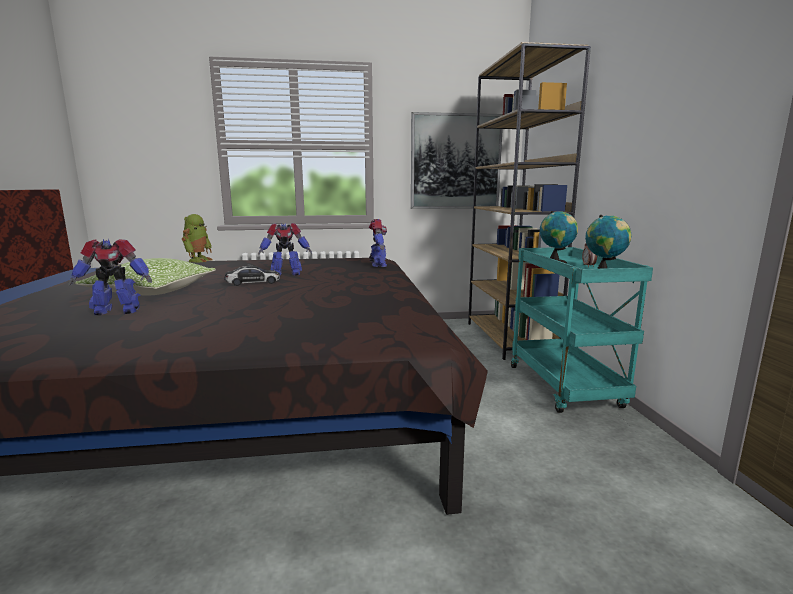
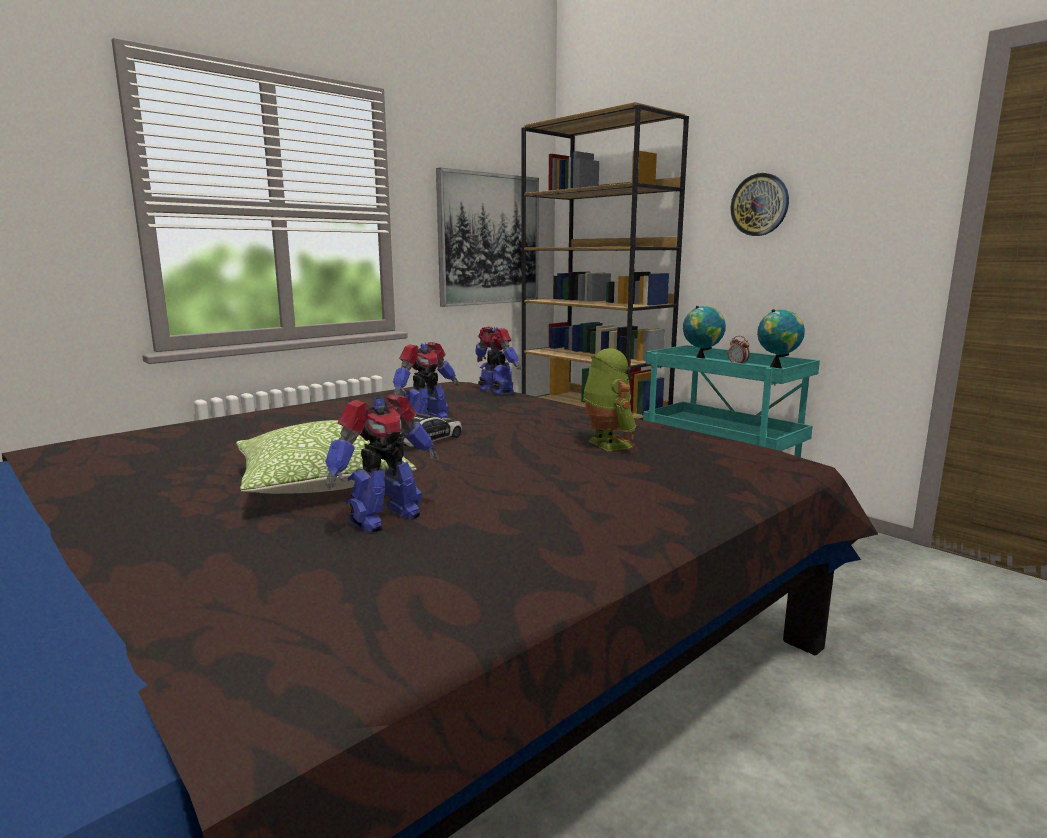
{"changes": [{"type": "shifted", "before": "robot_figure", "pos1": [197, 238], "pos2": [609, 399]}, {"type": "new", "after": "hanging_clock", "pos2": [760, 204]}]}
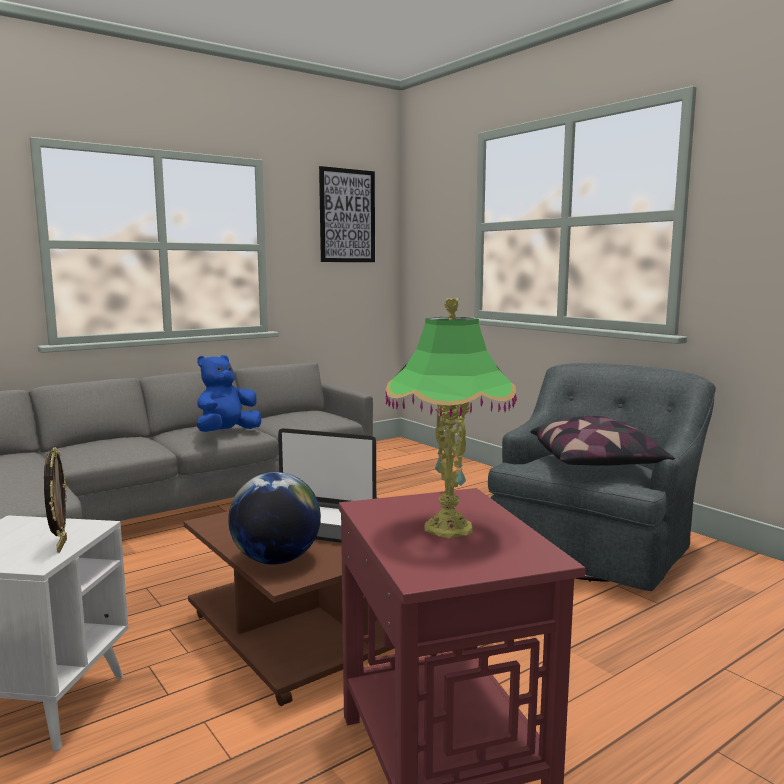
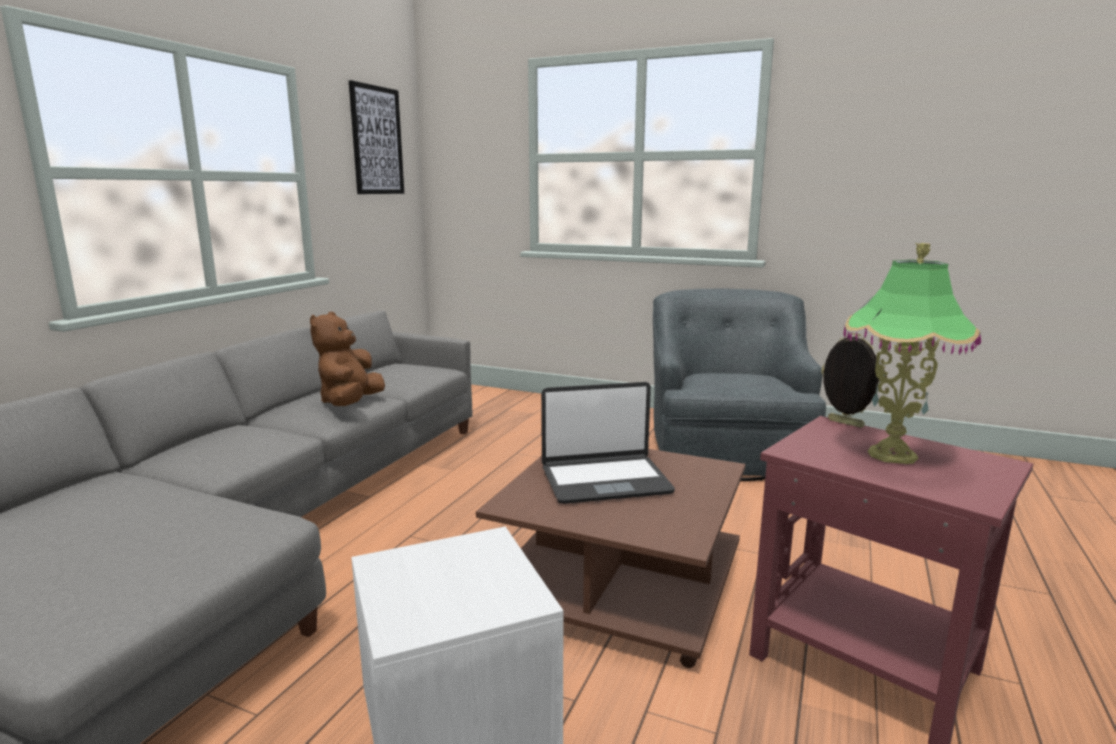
{"changes": [{"type": "repainted", "before": "blue-coloured_cuddly_toy", "after": "brown-coloured_cuddly_toy", "pos1": [229, 393], "pos2": [347, 359]}, {"type": "gone", "before": "cushion", "pos1": [602, 441]}, {"type": "shifted", "before": "picture_frame", "pos1": [55, 500], "pos2": [852, 380]}, {"type": "gone", "before": "desk_globe", "pos1": [274, 518]}]}
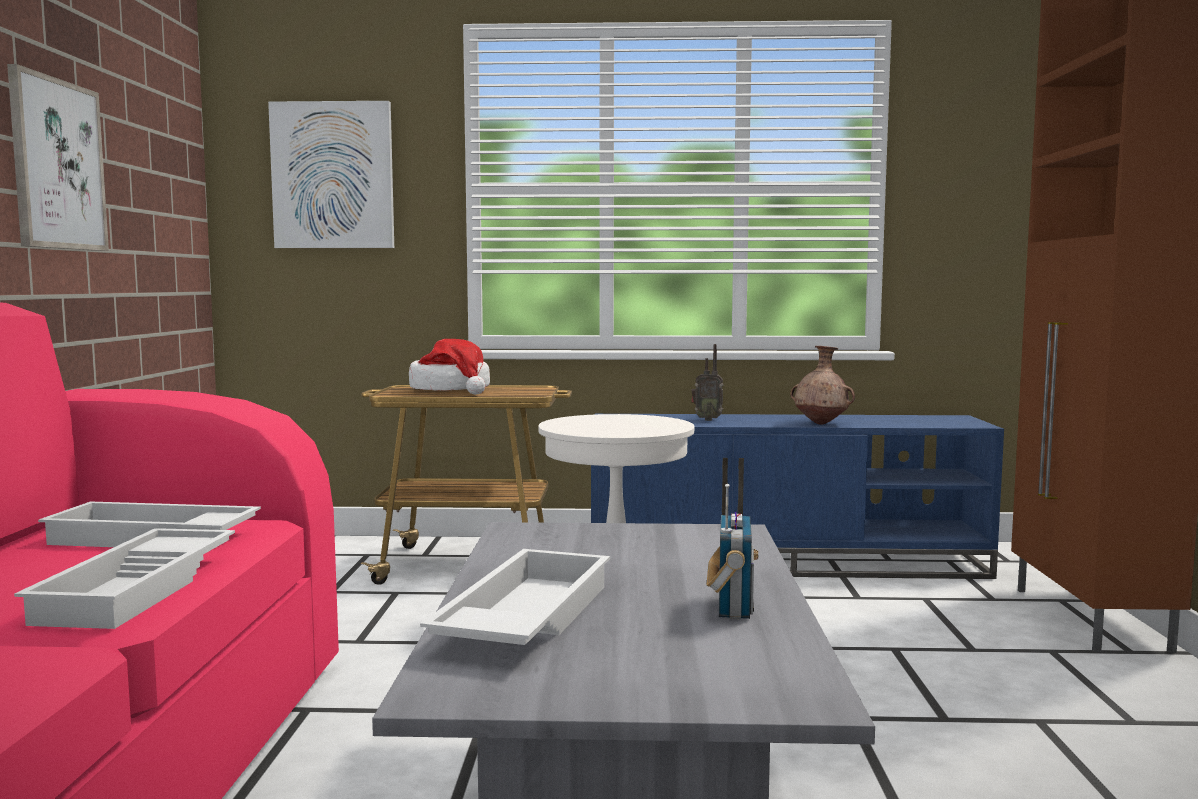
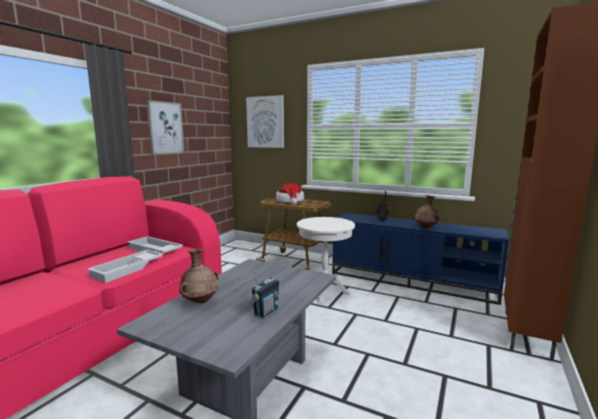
{"changes": [{"type": "swapped", "before": "whitish_serving_tray", "after": "brown-coloured_vase", "pos1": [515, 597], "pos2": [198, 276]}]}
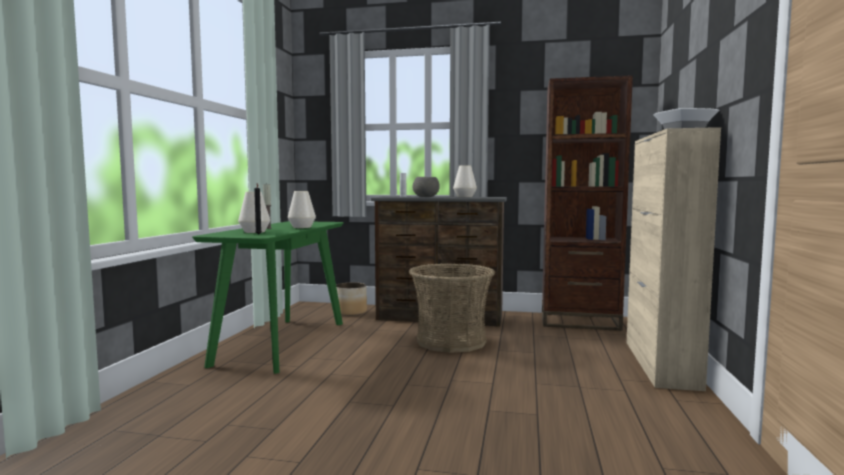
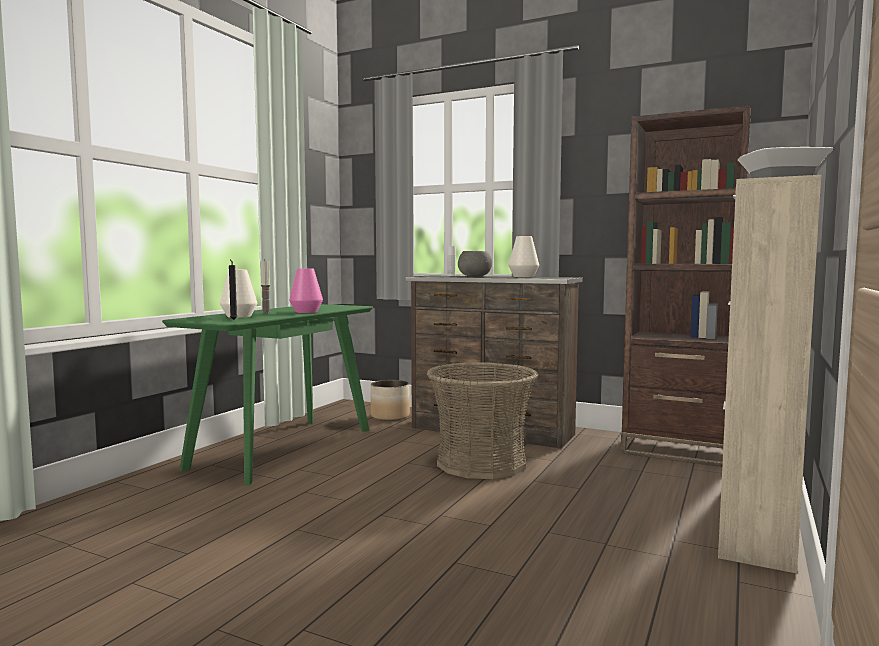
{"changes": [{"type": "repainted", "before": "whitish_vase", "after": "pinkish_vase", "pos1": [302, 209], "pos2": [306, 291]}]}
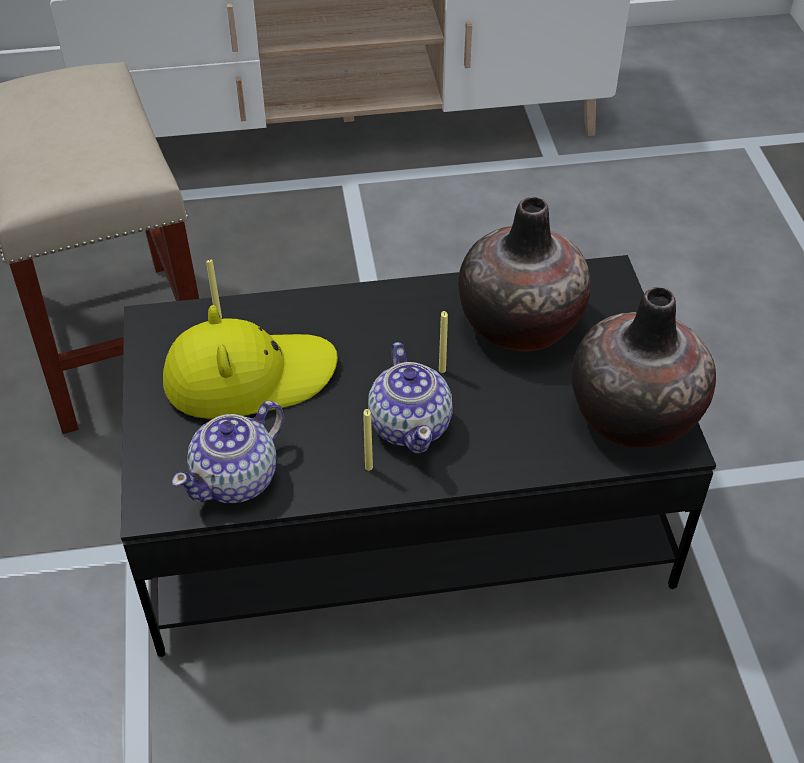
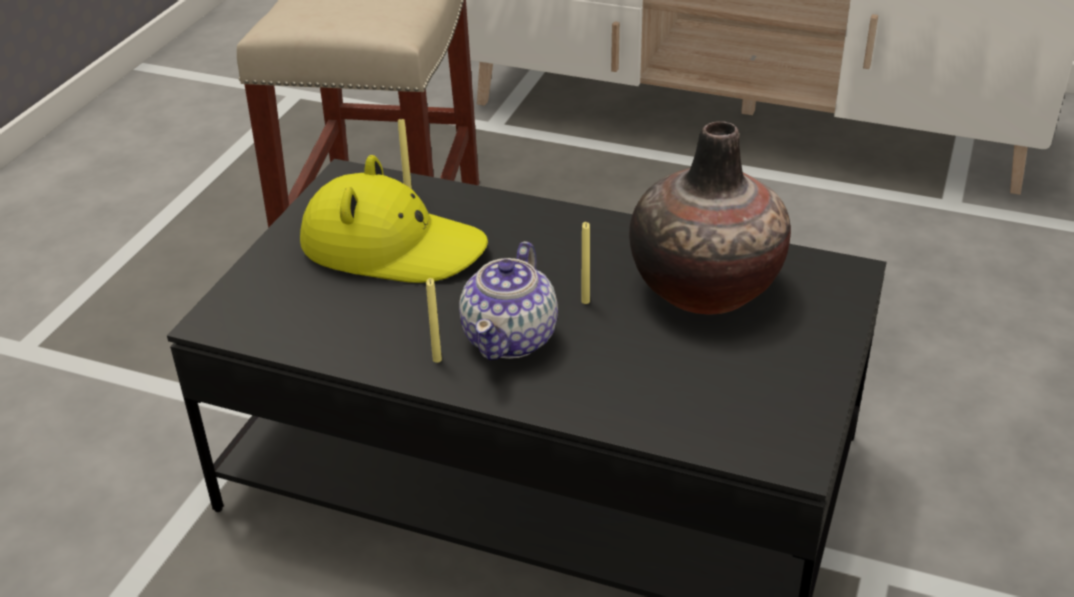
{"changes": [{"type": "gone", "before": "vase", "pos1": [643, 367]}, {"type": "gone", "before": "tea_pot", "pos1": [228, 452]}]}
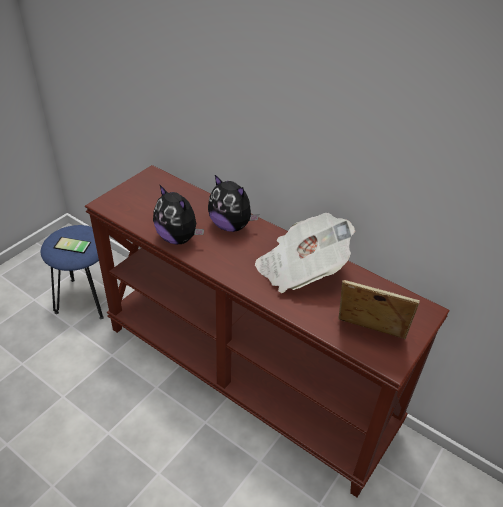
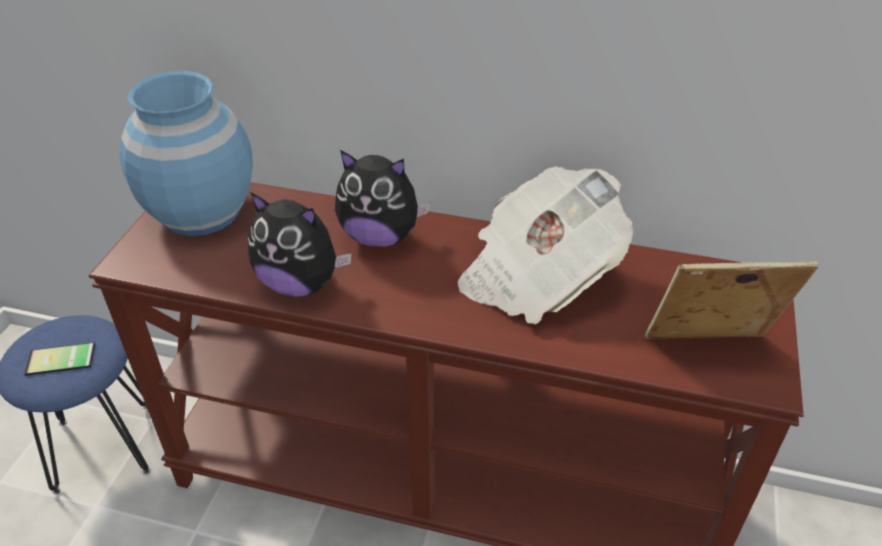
{"changes": [{"type": "new", "after": "blue-coloured_vase", "pos2": [186, 153]}]}
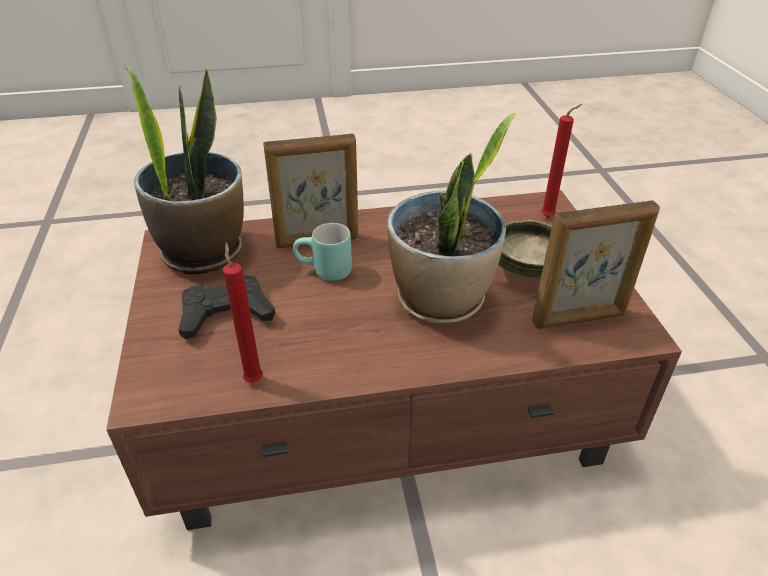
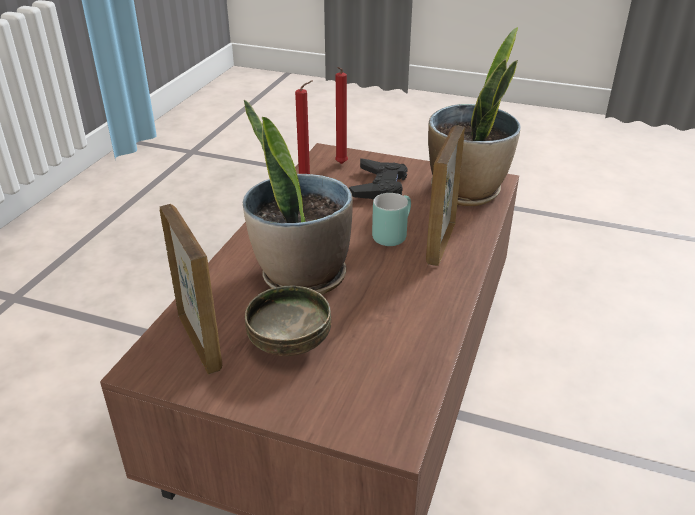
{"changes": [{"type": "shifted", "before": "reddish_candle", "pos1": [561, 160], "pos2": [341, 115]}, {"type": "rotated", "before": "picture_frame", "pos1": [596, 264], "pos2": [190, 289], "turn": 135}]}
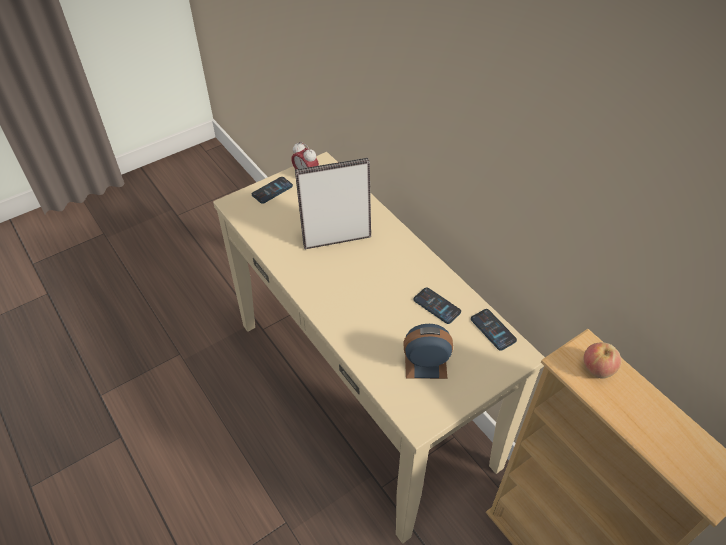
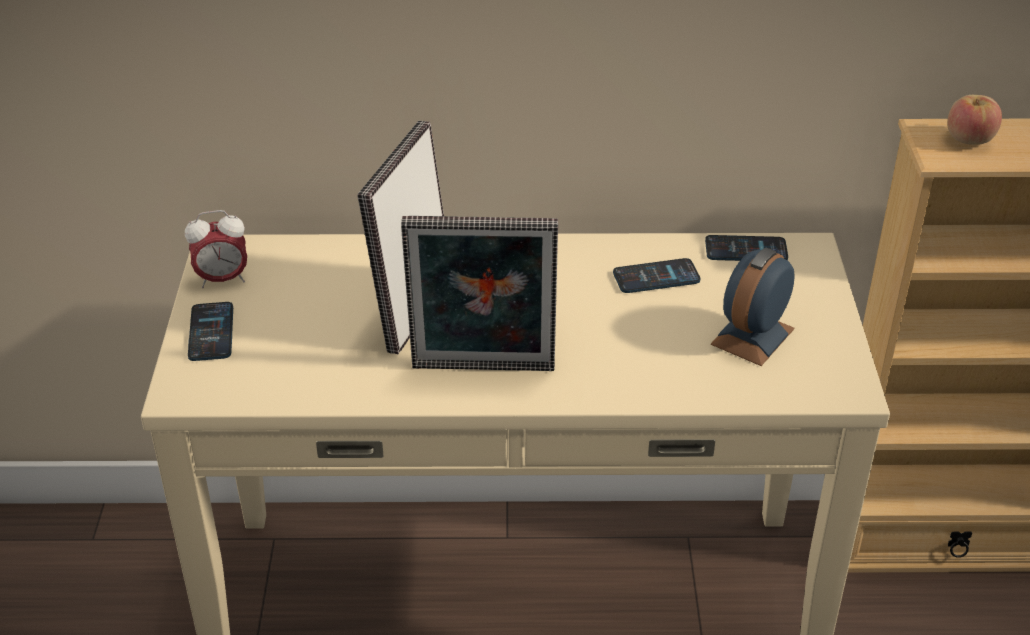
{"changes": [{"type": "new", "after": "picture_frame", "pos2": [479, 293]}]}
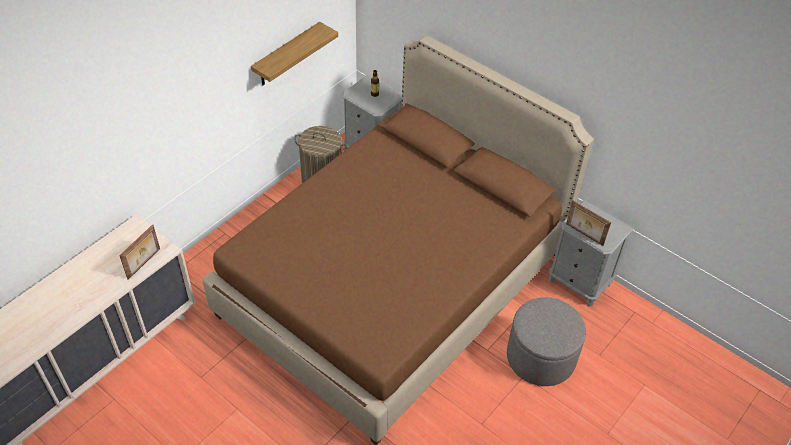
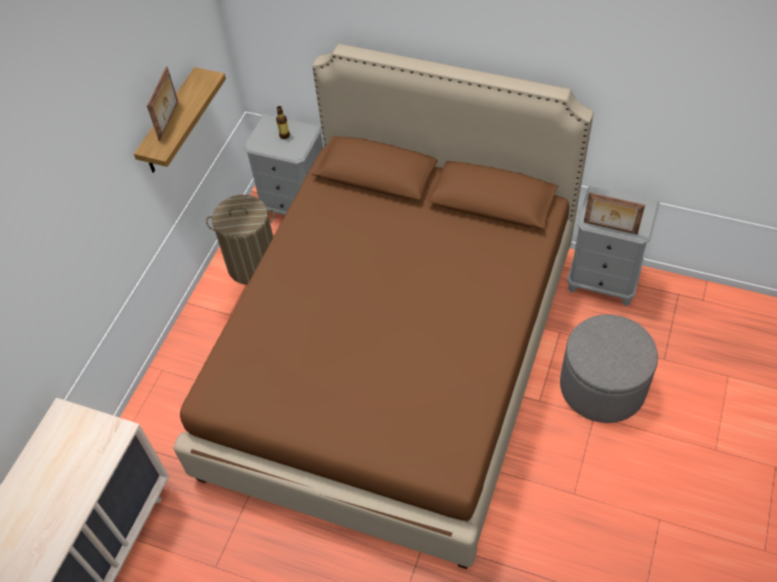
{"changes": [{"type": "shifted", "before": "picture_frame", "pos1": [139, 252], "pos2": [162, 103]}]}
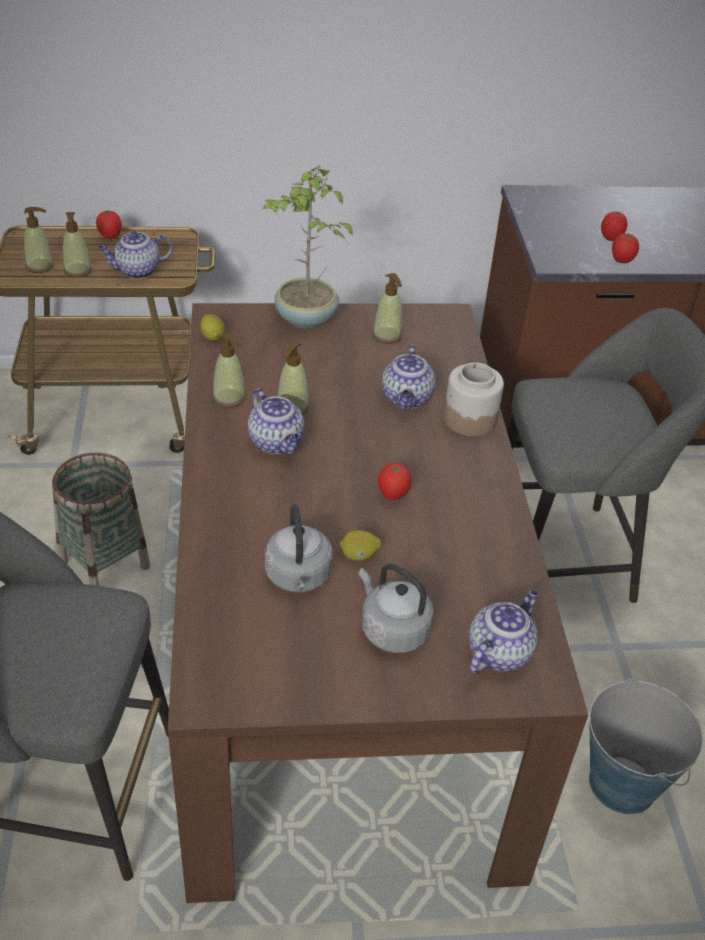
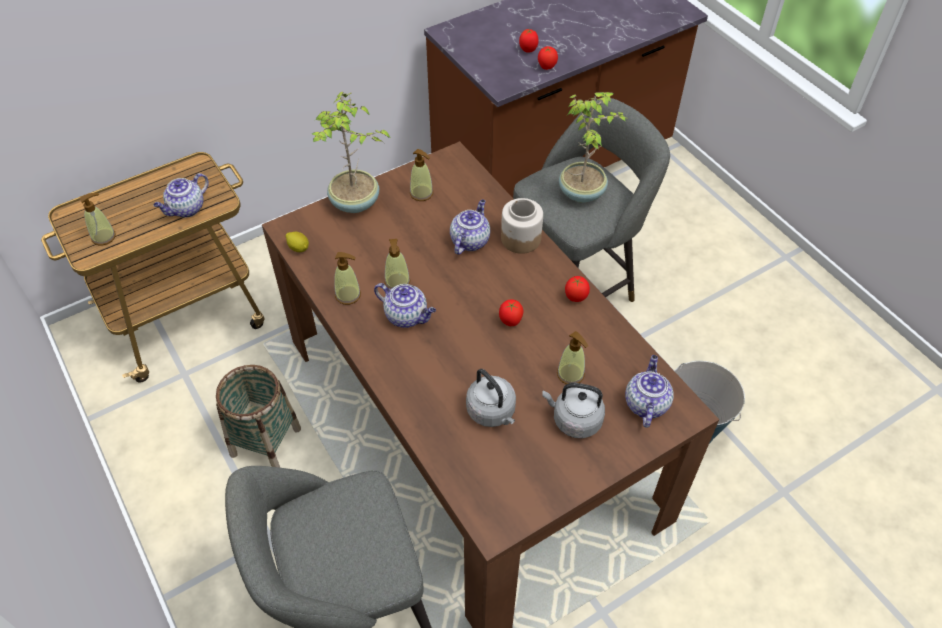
{"changes": [{"type": "shifted", "before": "whole_tomato", "pos1": [109, 224], "pos2": [577, 289]}, {"type": "shifted", "before": "soap_bottle", "pos1": [77, 245], "pos2": [572, 357]}, {"type": "rotated", "before": "tea_pot", "pos1": [408, 377], "pos2": [470, 227], "turn": -135}, {"type": "gone", "before": "lemon", "pos1": [360, 545]}, {"type": "new", "after": "houseplant", "pos2": [594, 147]}]}
